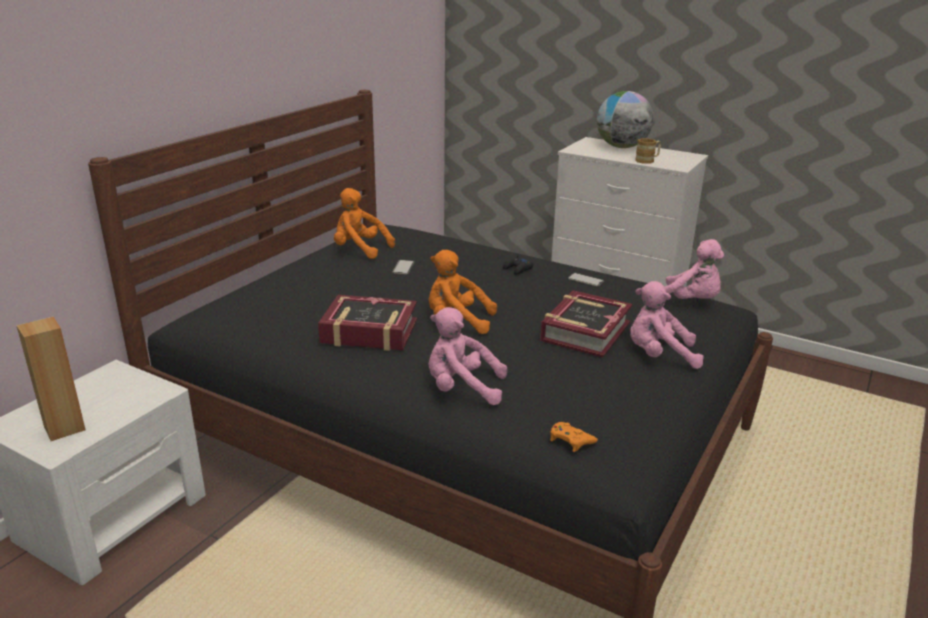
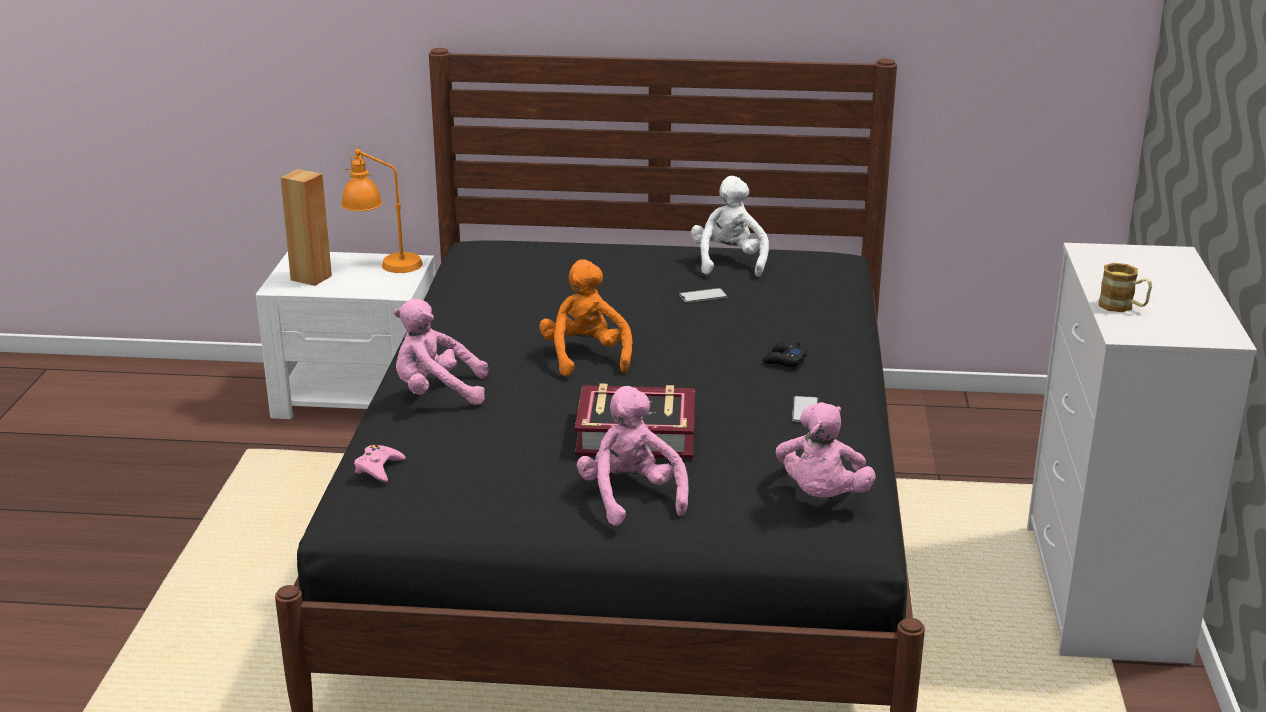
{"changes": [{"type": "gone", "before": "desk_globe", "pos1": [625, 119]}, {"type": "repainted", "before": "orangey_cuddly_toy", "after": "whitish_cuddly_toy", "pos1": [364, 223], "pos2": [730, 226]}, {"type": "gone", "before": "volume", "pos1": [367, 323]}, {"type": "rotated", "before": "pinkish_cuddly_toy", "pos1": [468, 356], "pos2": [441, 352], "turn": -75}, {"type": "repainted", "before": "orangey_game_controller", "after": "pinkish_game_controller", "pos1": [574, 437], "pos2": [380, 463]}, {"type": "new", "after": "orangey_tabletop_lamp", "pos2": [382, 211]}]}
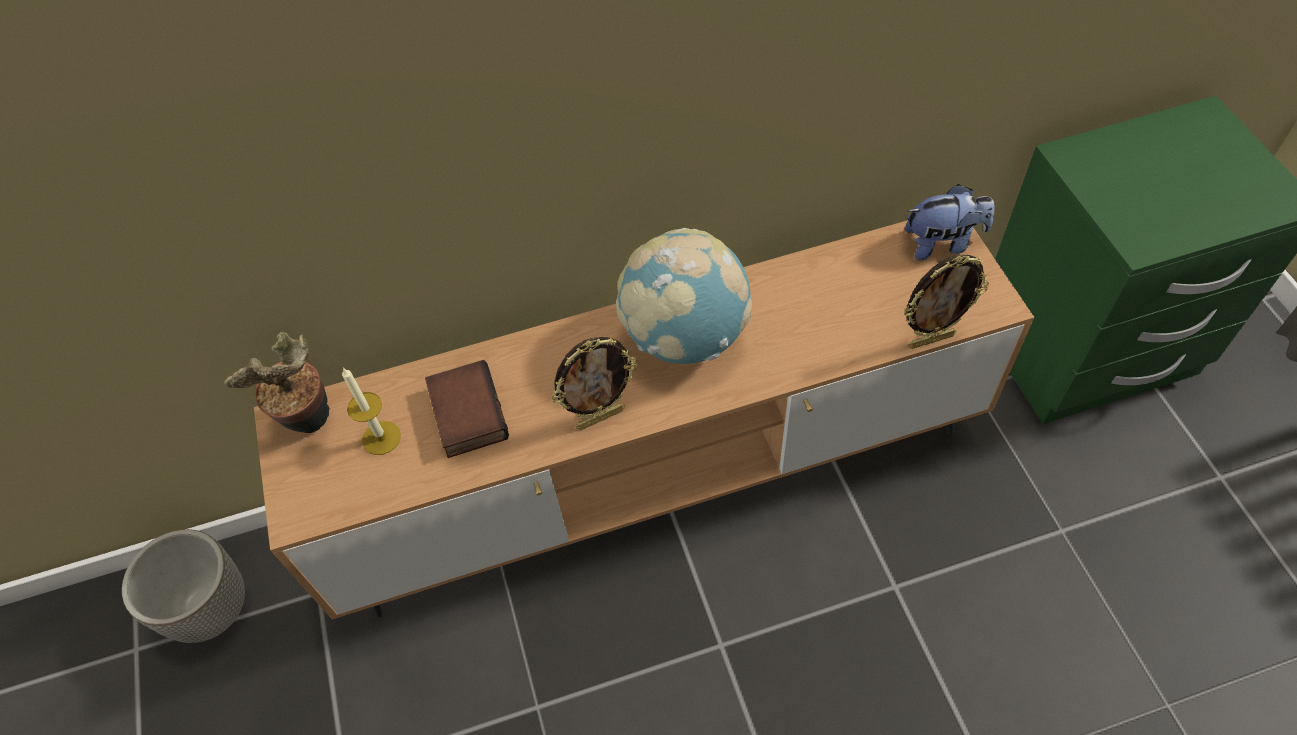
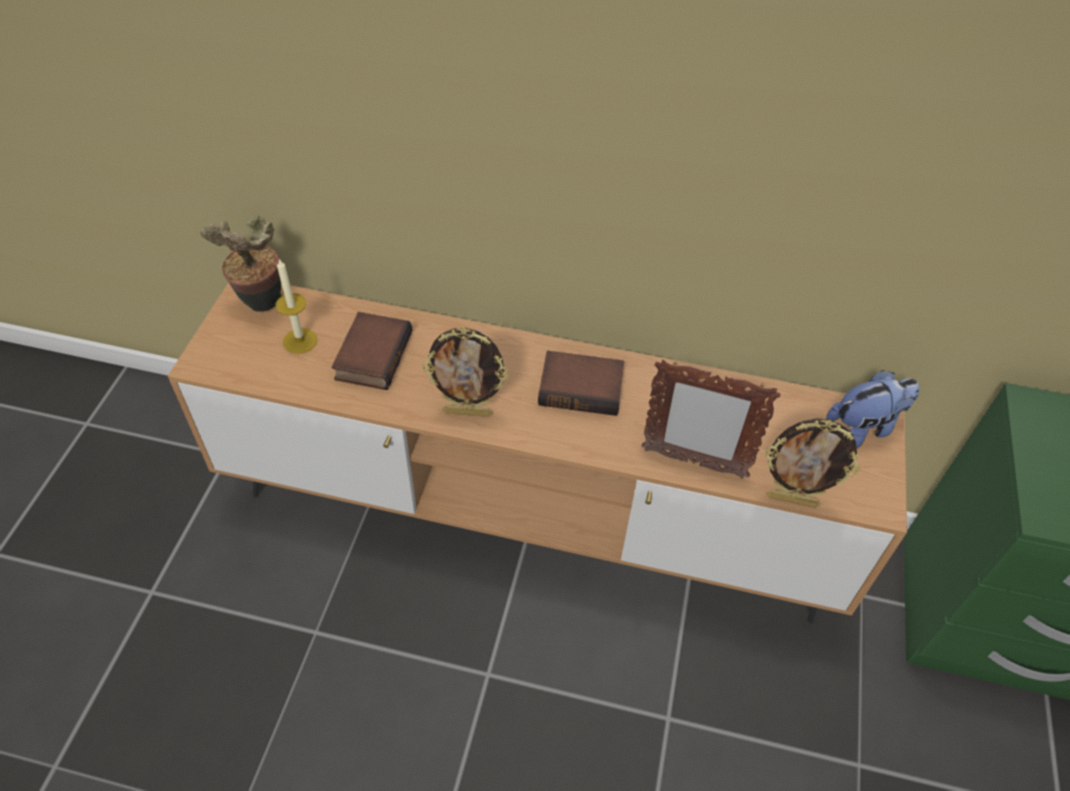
{"changes": [{"type": "rotated", "before": "cuddly_toy", "pos1": [950, 222], "pos2": [872, 409], "turn": -45}, {"type": "swapped", "before": "desk_globe", "after": "volume", "pos1": [684, 296], "pos2": [581, 383]}, {"type": "gone", "before": "plant_pot", "pos1": [183, 586]}, {"type": "new", "after": "picture_frame", "pos2": [711, 419]}]}
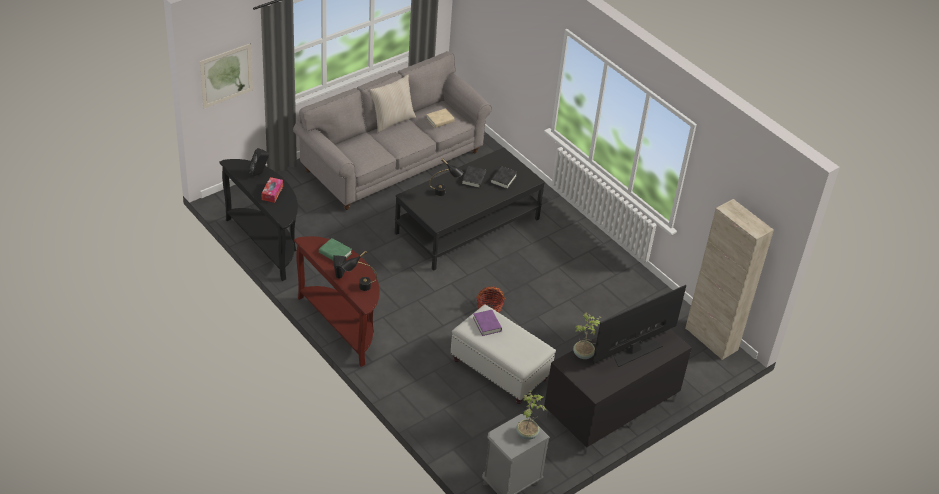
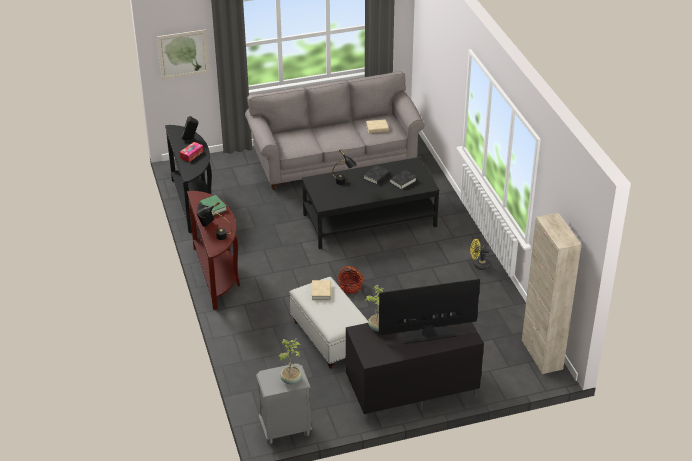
{"changes": [{"type": "gone", "before": "beige-coloured_cushion", "pos1": [393, 103]}, {"type": "repainted", "before": "purplish_volume", "after": "beige-coloured_volume", "pos1": [487, 323], "pos2": [321, 290]}, {"type": "new", "after": "yellow_fan", "pos2": [480, 254]}]}
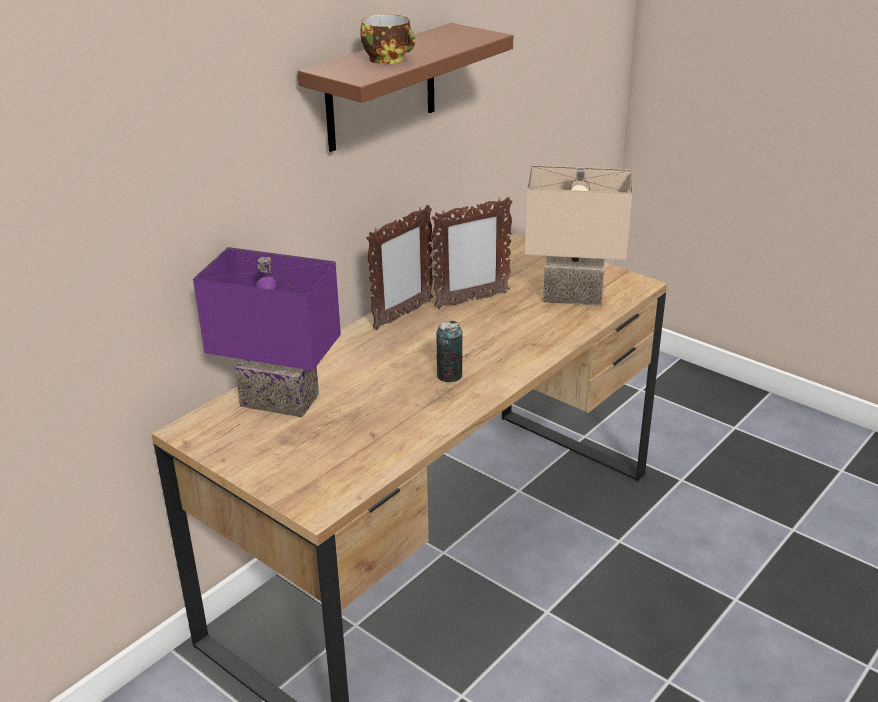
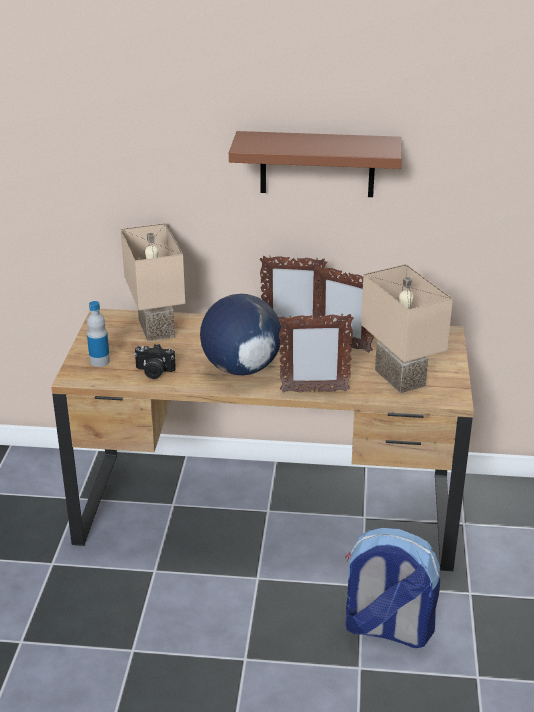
{"changes": [{"type": "gone", "before": "cup", "pos1": [387, 39]}, {"type": "repainted", "before": "purplish_tabletop_lamp", "after": "beige-coloured_tabletop_lamp", "pos1": [267, 332], "pos2": [153, 282]}, {"type": "swapped", "before": "sealed_can", "after": "desk_globe", "pos1": [449, 351], "pos2": [241, 334]}, {"type": "new", "after": "beverage_bottle", "pos2": [98, 334]}, {"type": "new", "after": "picture_frame", "pos2": [316, 353]}, {"type": "new", "after": "still_camera", "pos2": [155, 361]}, {"type": "new", "after": "knapsack", "pos2": [392, 588]}]}
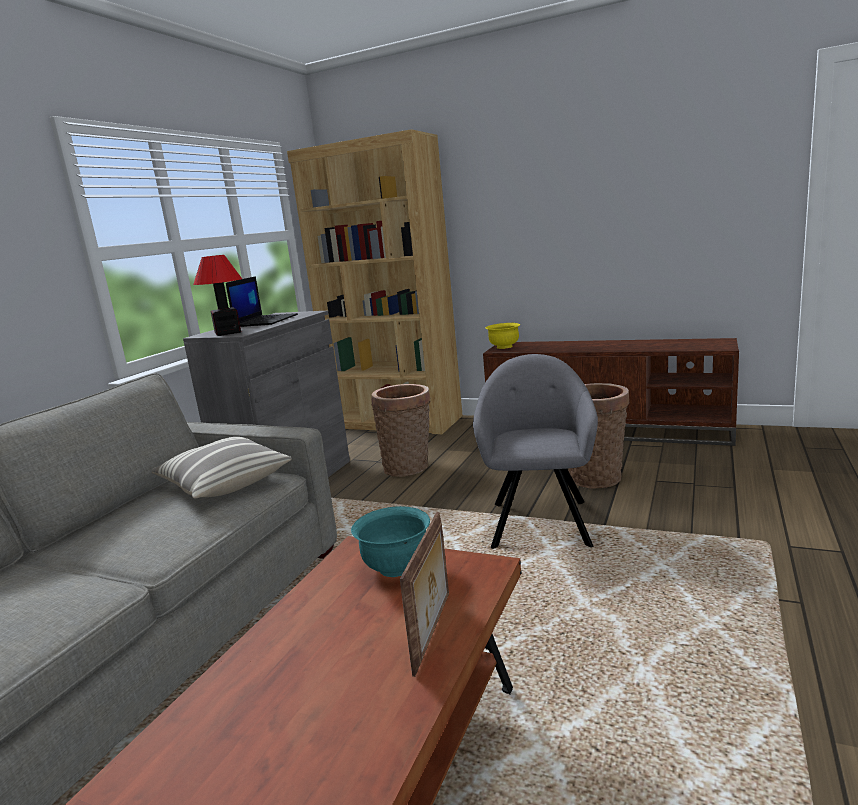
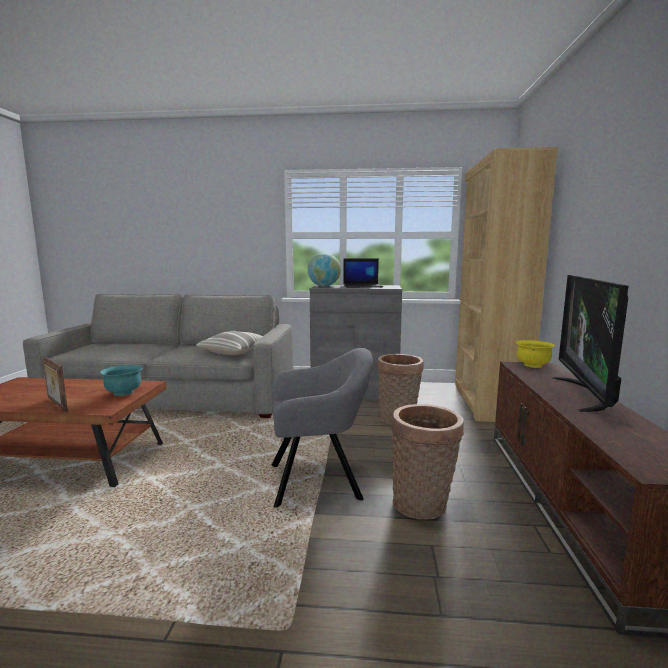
{"changes": [{"type": "swapped", "before": "tabletop_lamp", "after": "desk_globe", "pos1": [217, 295], "pos2": [324, 269]}, {"type": "rotated", "before": "picture_frame", "pos1": [424, 594], "pos2": [55, 384], "turn": 45}, {"type": "new", "after": "TV_set", "pos2": [590, 343]}]}
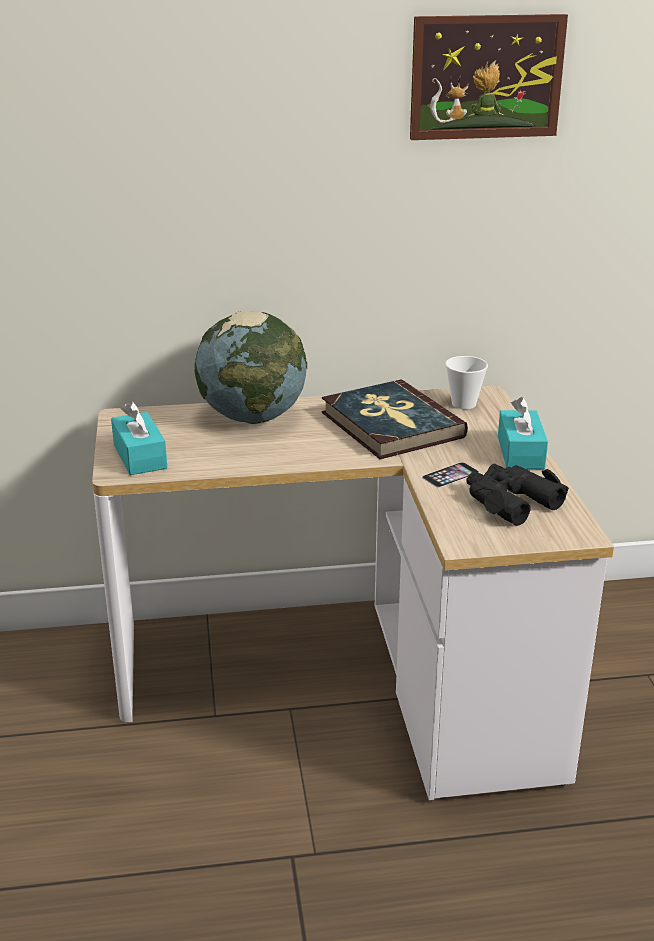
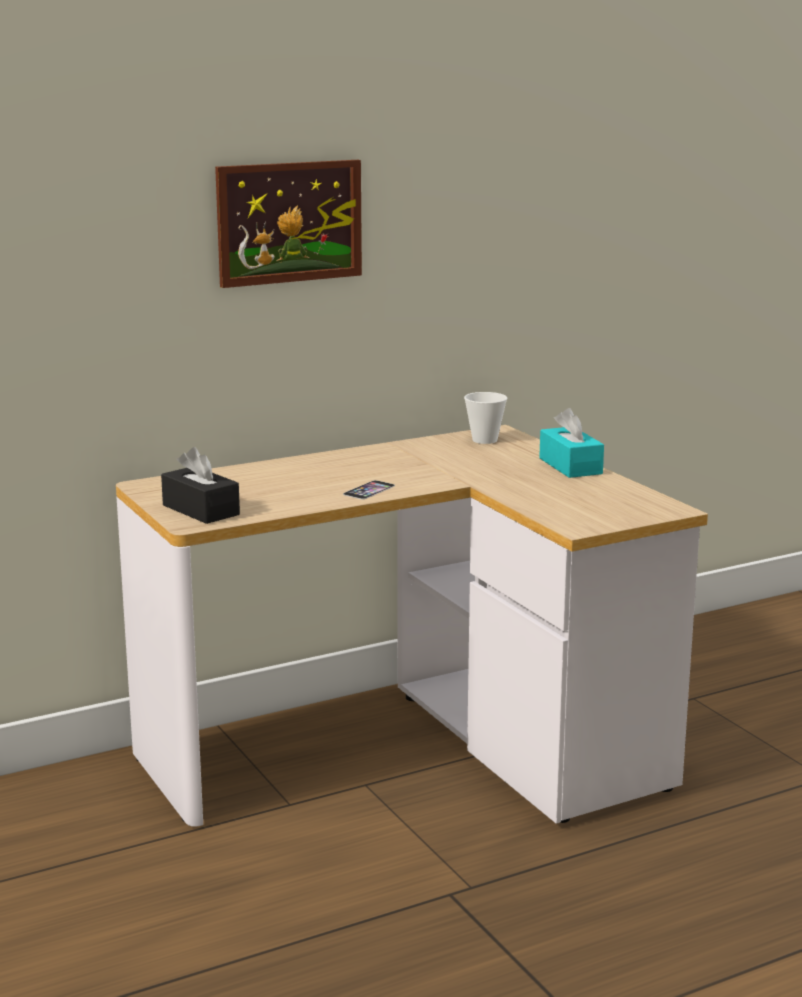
{"changes": [{"type": "shifted", "before": "wall_picture", "pos1": [489, 77], "pos2": [288, 224]}, {"type": "gone", "before": "desk_globe", "pos1": [251, 367]}, {"type": "gone", "before": "volume", "pos1": [395, 419]}, {"type": "repainted", "before": "turquoise-coloured_tissue_holder", "after": "black-coloured_tissue_holder", "pos1": [139, 438], "pos2": [200, 485]}, {"type": "shifted", "before": "phone", "pos1": [450, 475], "pos2": [369, 489]}, {"type": "gone", "before": "black-coloured_pair_of_binoculars", "pos1": [518, 495]}]}
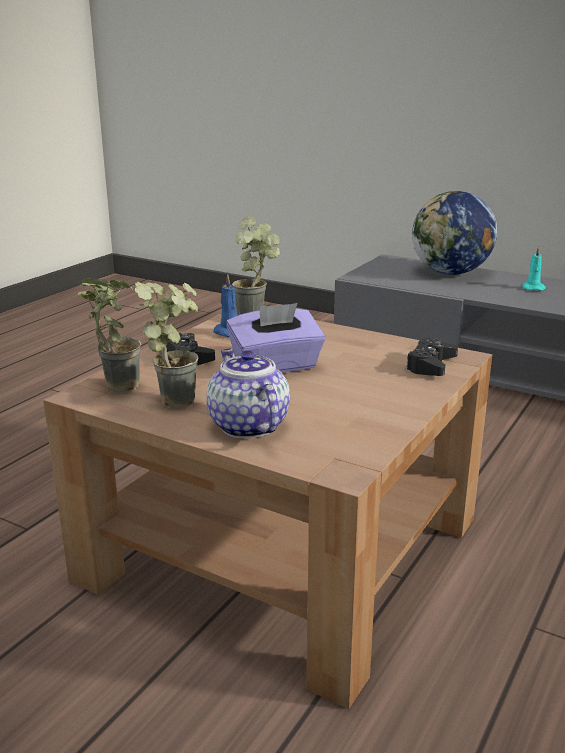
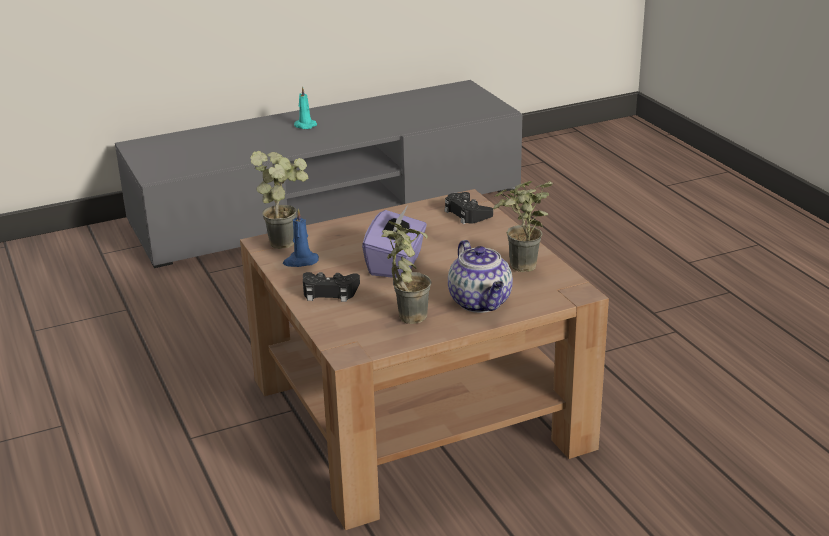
{"changes": [{"type": "gone", "before": "desk_globe", "pos1": [454, 233]}, {"type": "shifted", "before": "houseplant", "pos1": [110, 335], "pos2": [523, 226]}, {"type": "rotated", "before": "tea_pot", "pos1": [248, 393], "pos2": [480, 276], "turn": -120}]}
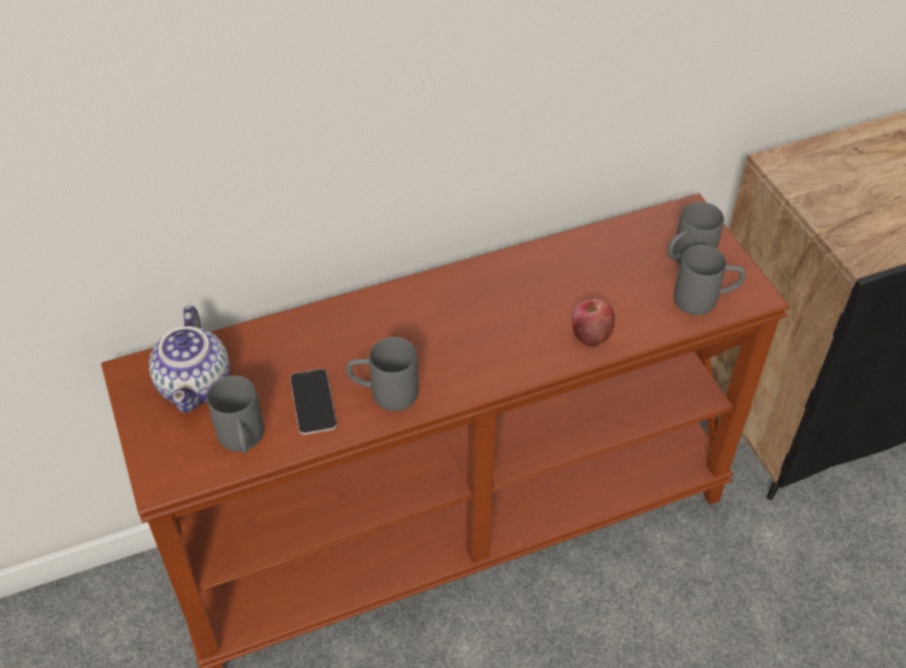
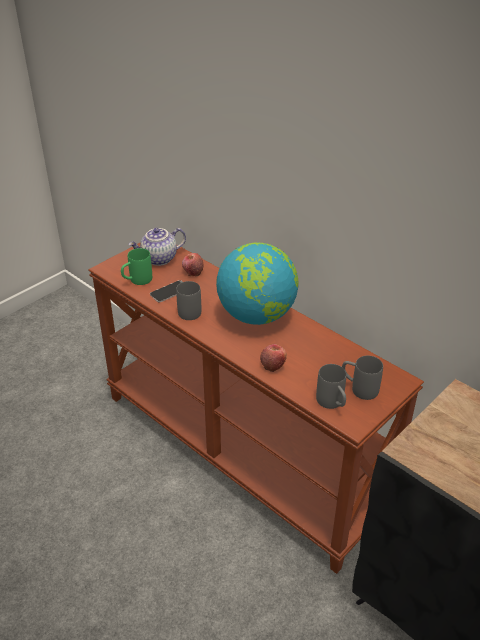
{"changes": [{"type": "repainted", "before": "gray_mug", "after": "green-coloured_mug", "pos1": [235, 414], "pos2": [136, 266]}, {"type": "new", "after": "desk_globe", "pos2": [257, 283]}, {"type": "new", "after": "apple_fruit", "pos2": [192, 264]}]}
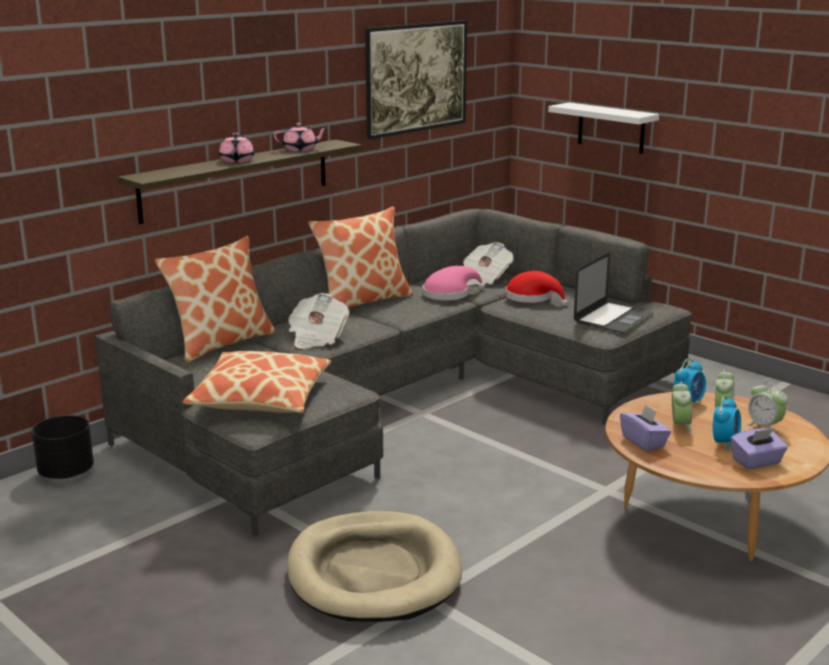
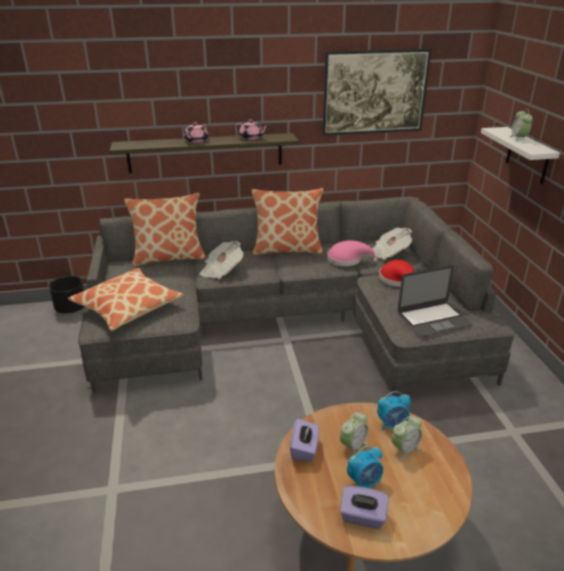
{"changes": [{"type": "shifted", "before": "table_clock", "pos1": [767, 405], "pos2": [521, 125]}, {"type": "gone", "before": "beige-coloured_pet_bed", "pos1": [374, 566]}]}
